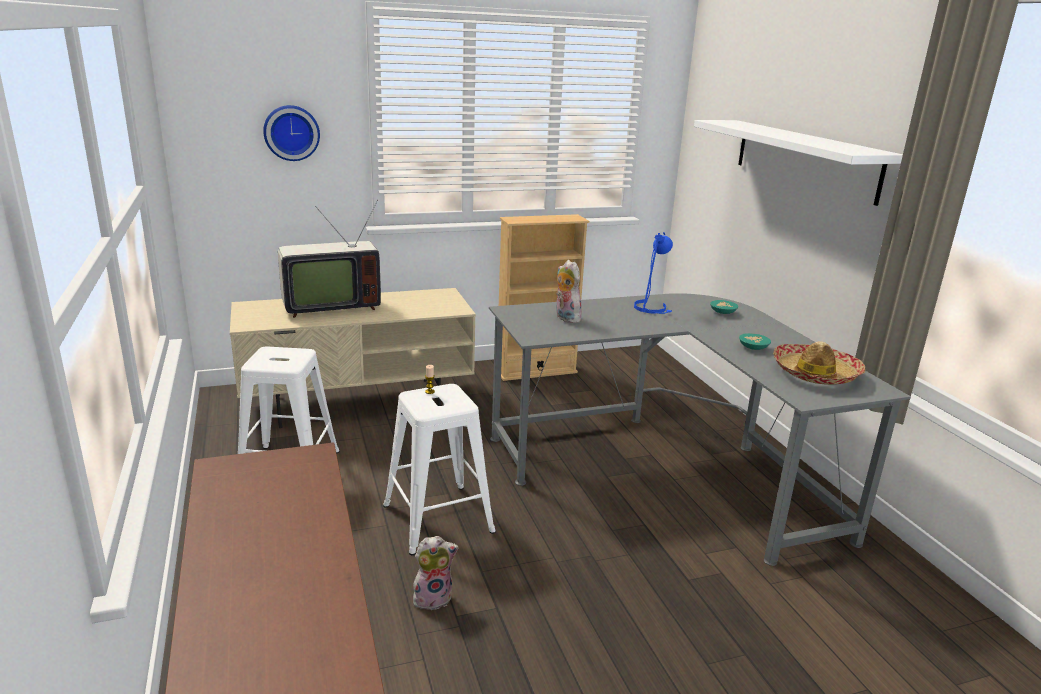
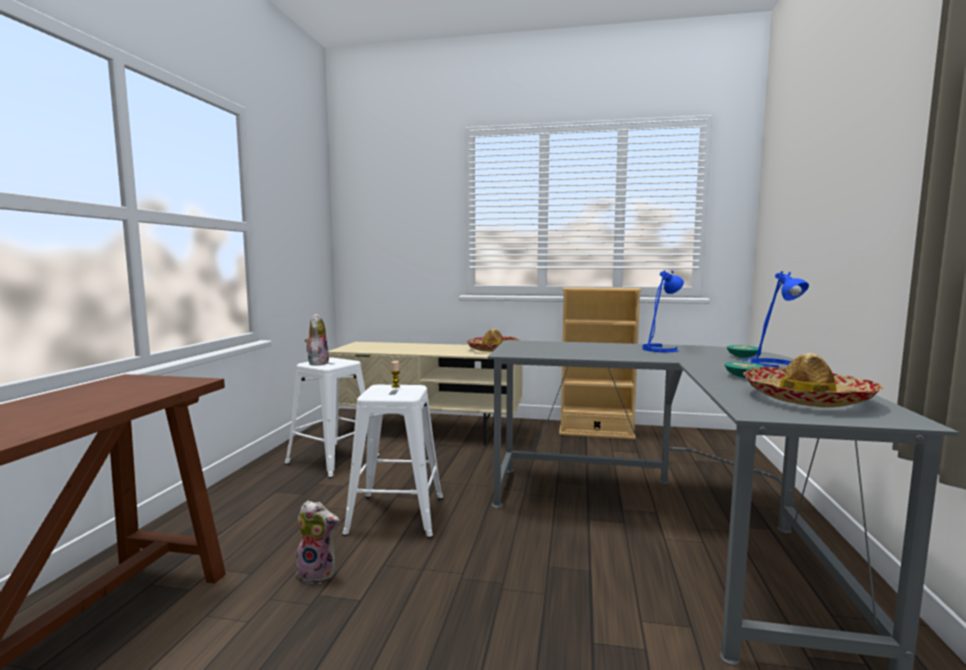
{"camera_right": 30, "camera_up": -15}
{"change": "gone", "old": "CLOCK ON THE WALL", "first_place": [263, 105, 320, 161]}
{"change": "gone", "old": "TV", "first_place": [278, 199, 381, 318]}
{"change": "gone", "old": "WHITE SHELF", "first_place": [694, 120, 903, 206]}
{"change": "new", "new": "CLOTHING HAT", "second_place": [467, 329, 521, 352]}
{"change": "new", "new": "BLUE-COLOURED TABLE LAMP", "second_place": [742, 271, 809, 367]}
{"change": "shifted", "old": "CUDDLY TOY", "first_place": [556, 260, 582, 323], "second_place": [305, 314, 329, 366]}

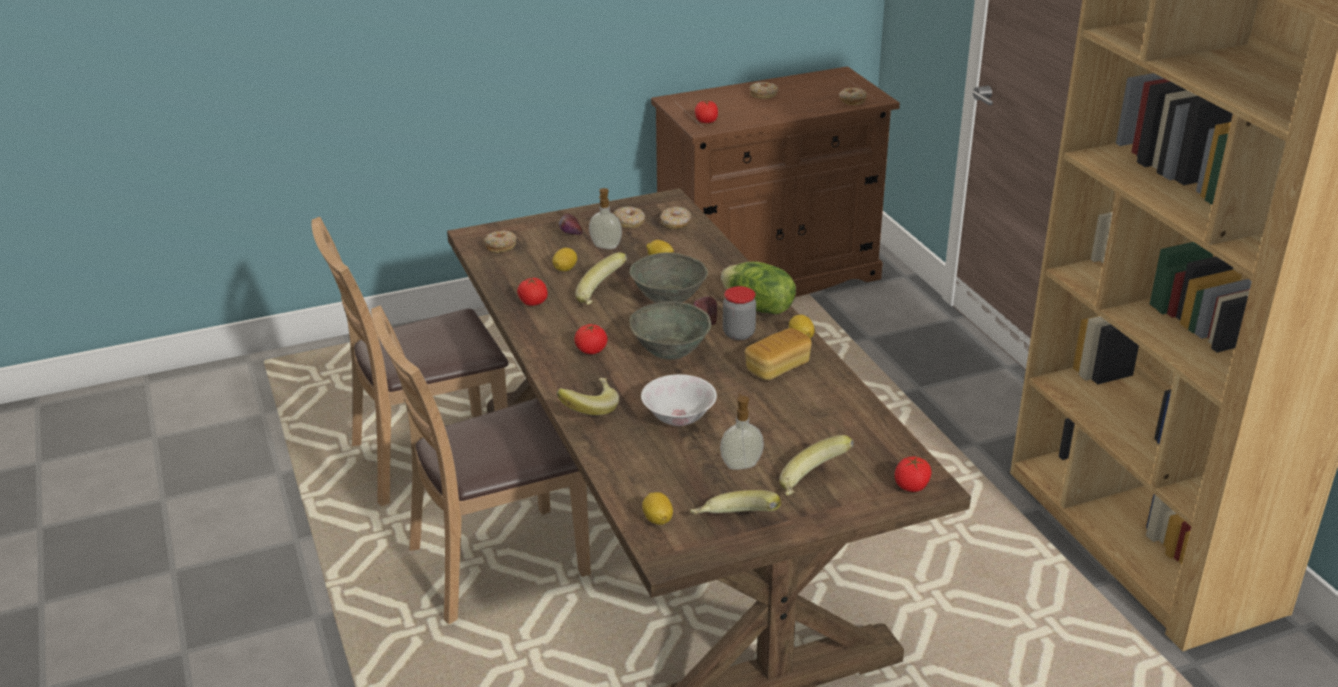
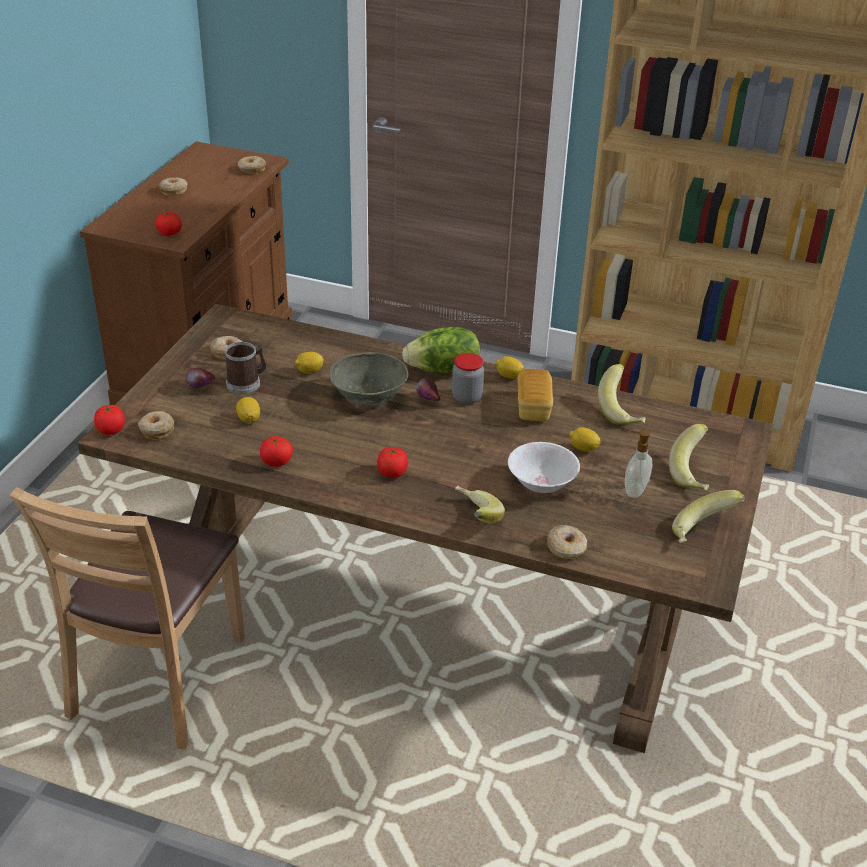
{"camera_right": -50, "camera_up": 5}
{"change": "gone", "old": "BROWN-COLOURED UPRIGHT CHAIR", "first_place": [371, 306, 591, 624]}
{"change": "gone", "old": "GREY BOWL", "first_place": [630, 301, 711, 360]}
{"change": "shifted", "old": "BANANA FRUIT", "first_place": [575, 252, 627, 305], "second_place": [598, 364, 645, 426]}
{"change": "shifted", "old": "WHOLE LEMON", "first_place": [642, 492, 673, 525], "second_place": [569, 427, 600, 452]}
{"change": "shifted", "old": "RING DOUGHNUT", "first_place": [660, 207, 691, 229], "second_place": [547, 525, 587, 559]}
{"change": "shifted", "old": "TOMATO", "first_place": [895, 456, 932, 492], "second_place": [94, 405, 125, 435]}
{"change": "swapped", "old": "LIQUID SOAP BOTTLE", "new": "COFFEE MUG", "first_place": [589, 188, 622, 249], "second_place": [225, 342, 266, 394]}

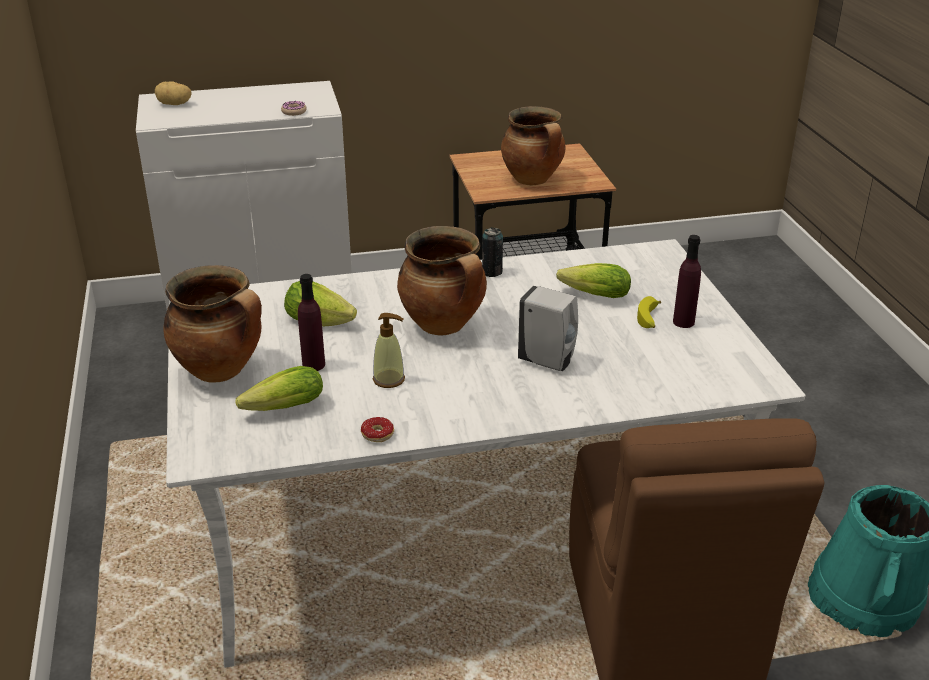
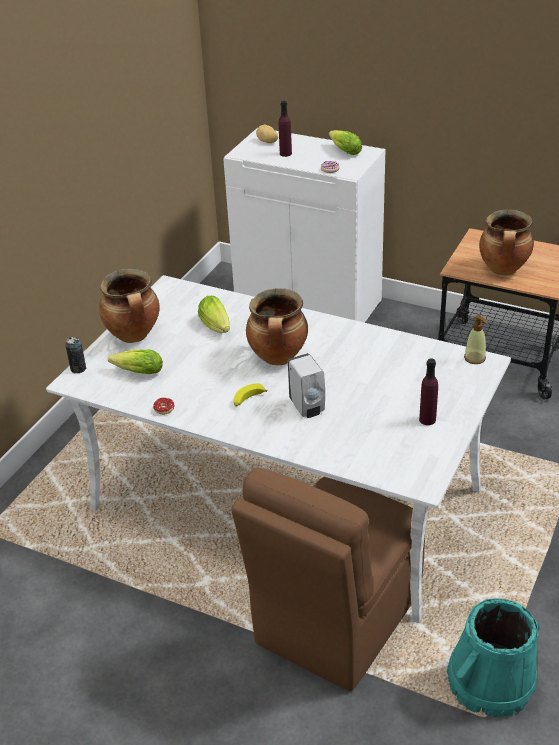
{"camera_right": 40, "camera_up": 5}
{"change": "shifted", "old": "PURPLE-COLOURED BOTTLE", "first_place": [298, 274, 325, 371], "second_place": [279, 101, 292, 157]}
{"change": "shifted", "old": "LIQUID SOAP BOTTLE", "first_place": [373, 313, 405, 388], "second_place": [464, 315, 488, 364]}
{"change": "shifted", "old": "CAN", "first_place": [482, 227, 503, 277], "second_place": [65, 337, 86, 373]}
{"change": "shifted", "old": "LETTUCE HEAD", "first_place": [556, 263, 631, 298], "second_place": [329, 130, 362, 155]}
{"change": "shifted", "old": "BANANA FRUIT", "first_place": [637, 296, 661, 328], "second_place": [234, 383, 267, 407]}

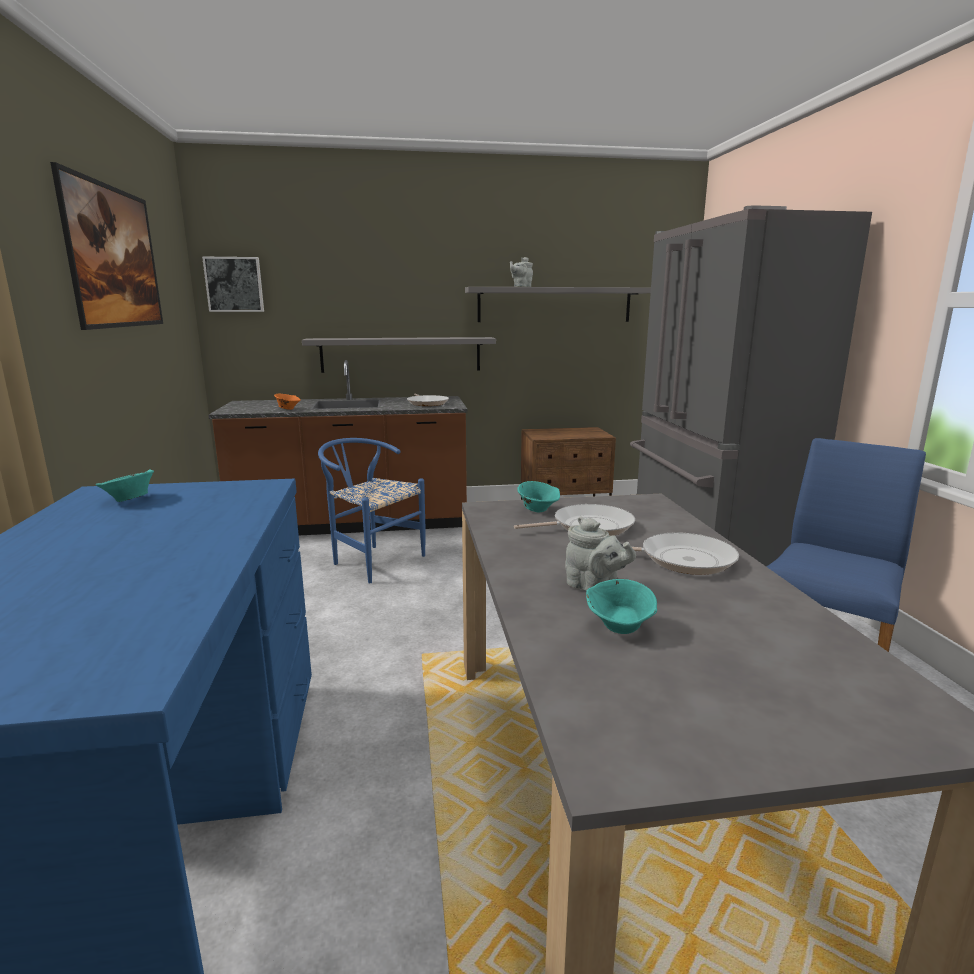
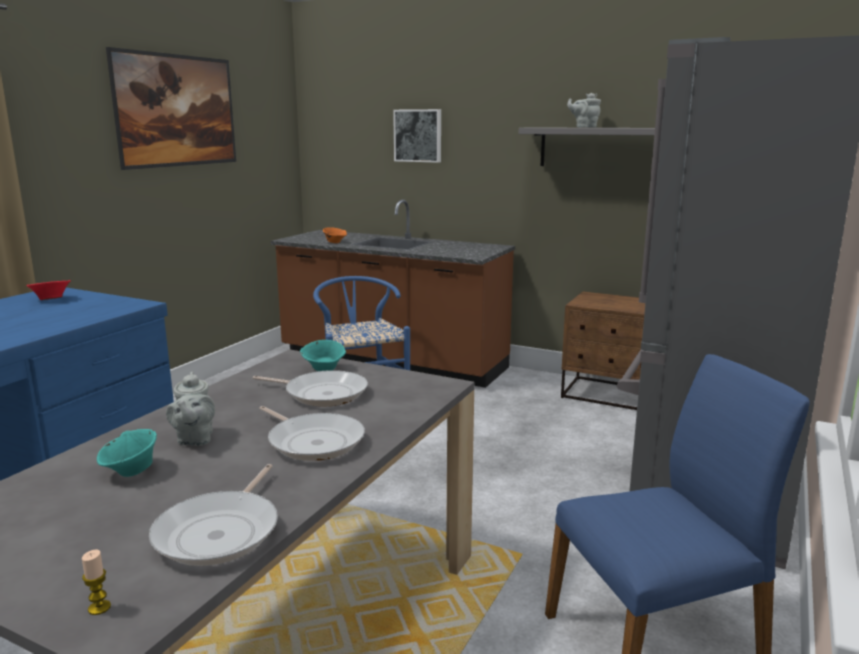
{"camera_right": 35, "camera_up": 0}
{"change": "gone", "old": "GREY SHELF", "first_place": [302, 337, 496, 373]}
{"change": "new", "new": "WAX LIGHT", "second_place": [82, 550, 111, 615]}
{"change": "shifted", "old": "WALL PICTURE", "first_place": [202, 257, 264, 312], "second_place": [393, 109, 441, 163]}
{"change": "shifted", "old": "FRYING PAN", "first_place": [407, 394, 449, 406], "second_place": [149, 464, 278, 566]}
{"change": "repainted", "old": "BLUE-GREEN BOWL", "new": "RED BOWL", "first_place": [96, 469, 154, 502], "second_place": [26, 280, 71, 300]}

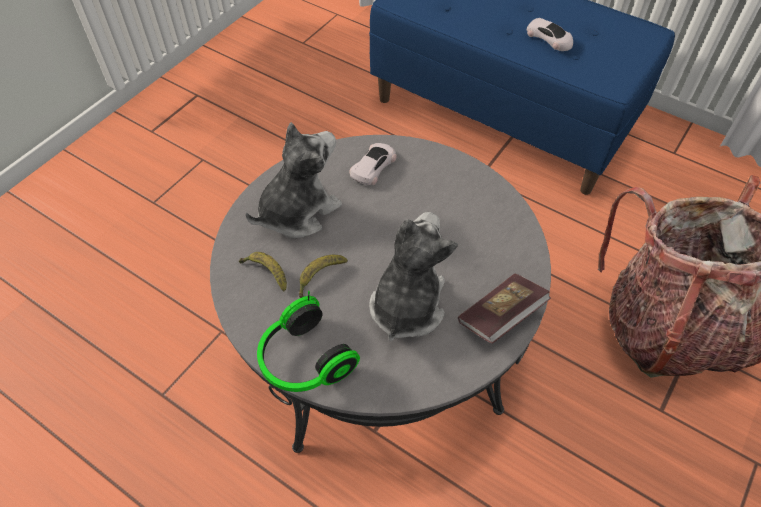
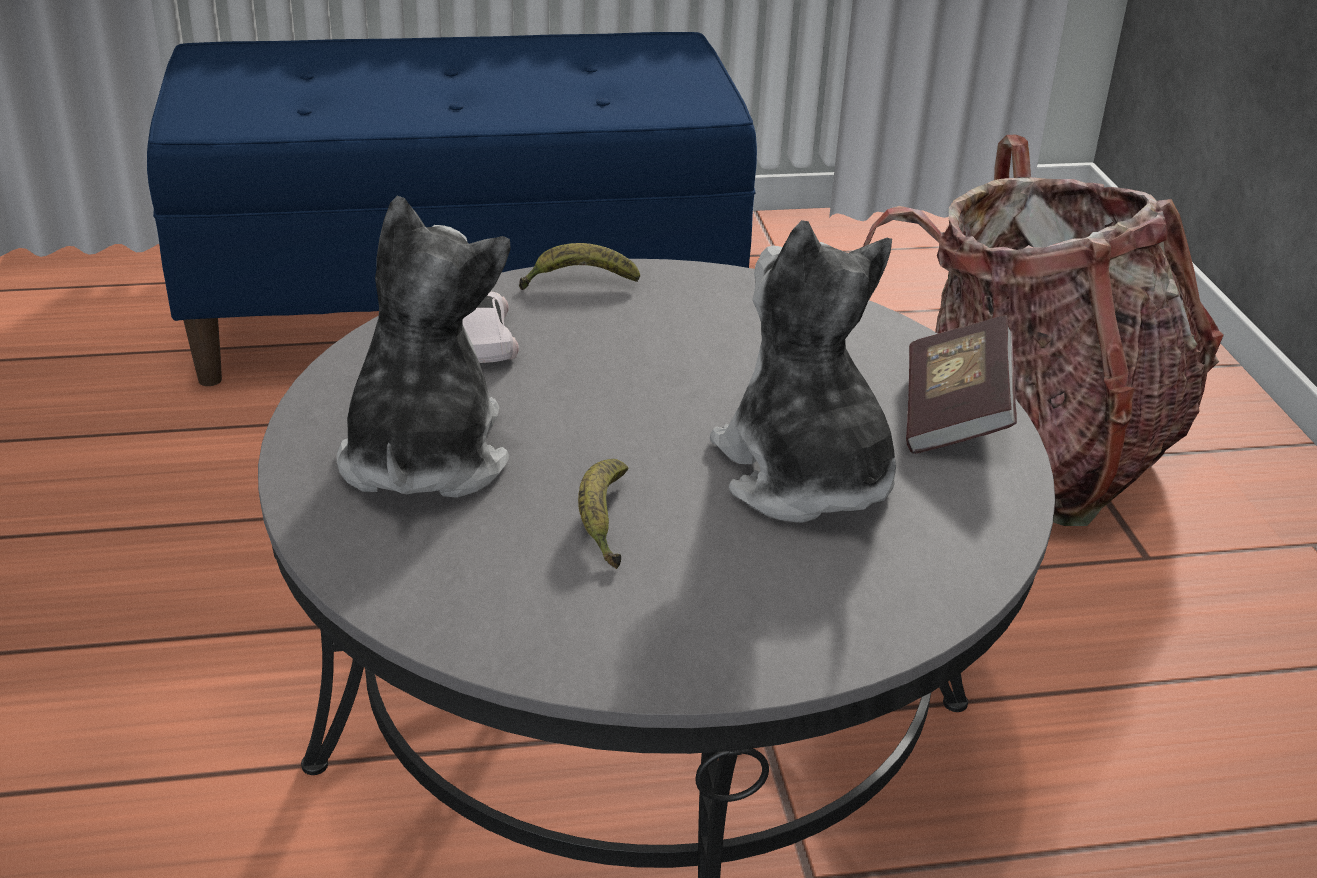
{"camera_right": -45, "camera_up": -20}
{"change": "gone", "old": "HEADSET", "first_place": [257, 291, 360, 392]}
{"change": "gone", "old": "WHITE MODEL CAR", "first_place": [527, 18, 573, 51]}
{"change": "shifted", "old": "BANANA FRUIT", "first_place": [239, 252, 287, 291], "second_place": [519, 243, 640, 290]}

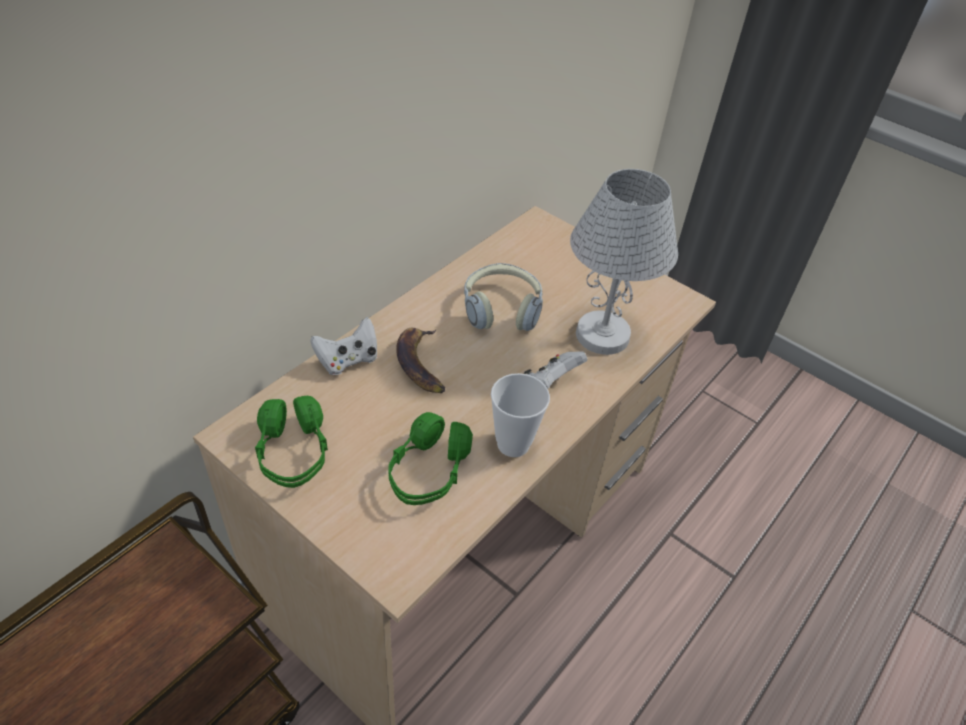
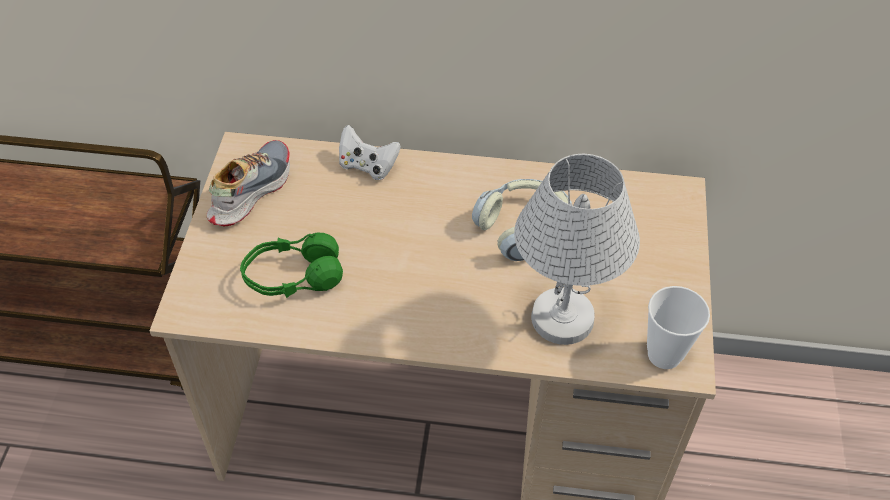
{"camera_right": 60, "camera_up": 5}
{"change": "gone", "old": "BANANA FRUIT", "first_place": [396, 328, 445, 393]}
{"change": "gone", "old": "WHITE GAME CONTROLLER", "first_place": [524, 351, 587, 389]}
{"change": "shifted", "old": "DRINKING CUP", "first_place": [491, 373, 550, 457], "second_place": [647, 286, 710, 369]}
{"change": "swapped", "old": "GREENISH HEADSET", "new": "ITEM OF FOOTWEAR", "first_place": [255, 396, 328, 488], "second_place": [207, 140, 290, 226]}

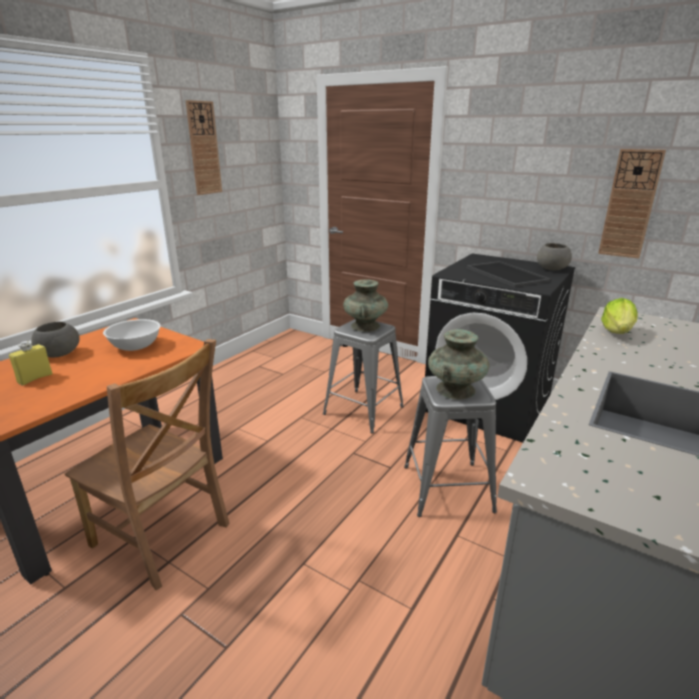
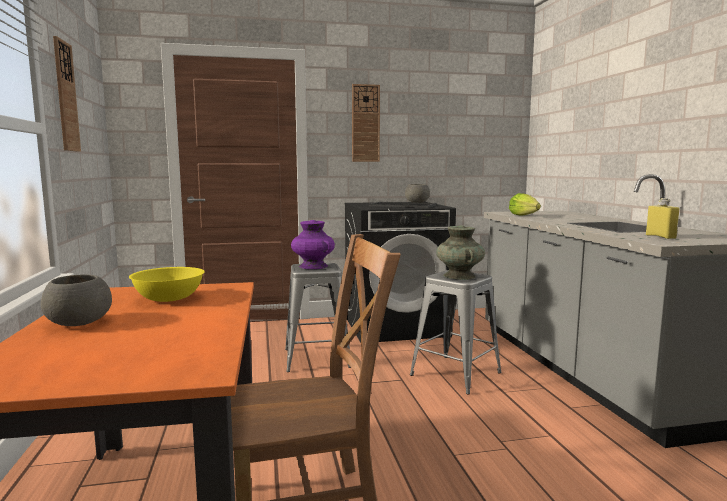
{"camera_right": -45, "camera_up": -15}
{"change": "shifted", "old": "YELLOW BOTTLE", "first_place": [9, 341, 53, 386], "second_place": [646, 198, 679, 239]}
{"change": "shifted", "old": "CLOCK ON THE WALL", "first_place": [598, 149, 666, 259], "second_place": [352, 84, 380, 162]}
{"change": "repainted", "old": "WHITE BOWL", "new": "YELLOW BOWL", "first_place": [103, 319, 161, 351], "second_place": [129, 267, 205, 302]}
{"change": "repainted", "old": "BLUE-GREEN DECORATIVE VASE", "new": "PURPLE-COLOURED DECORATIVE VASE", "first_place": [343, 280, 388, 332], "second_place": [291, 220, 335, 269]}

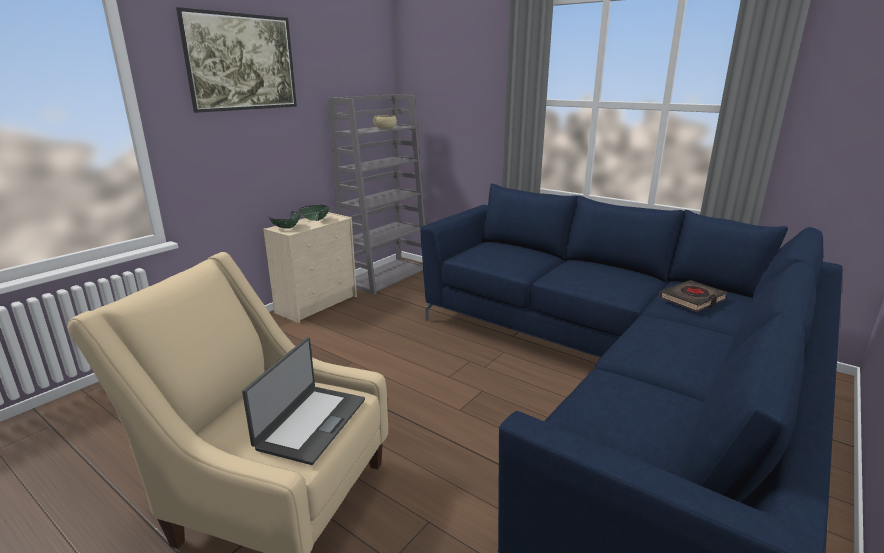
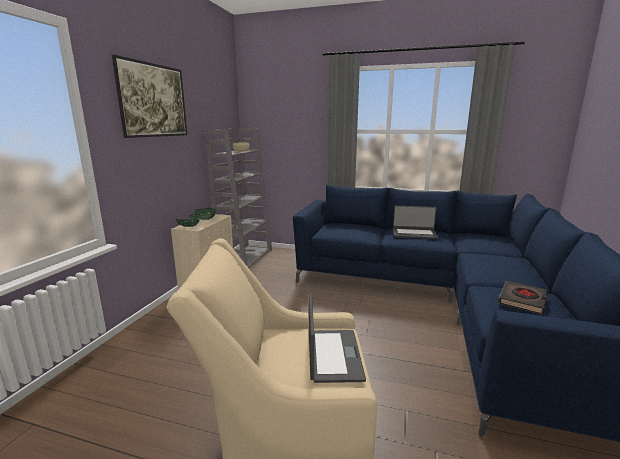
{"camera_right": -20, "camera_up": -5}
{"change": "new", "new": "NOTEBOOK COMPUTER", "second_place": [393, 206, 439, 239]}
{"change": "shifted", "old": "BLACK-COLOURED BOUND BOOK", "first_place": [659, 280, 728, 312], "second_place": [498, 281, 547, 315]}

